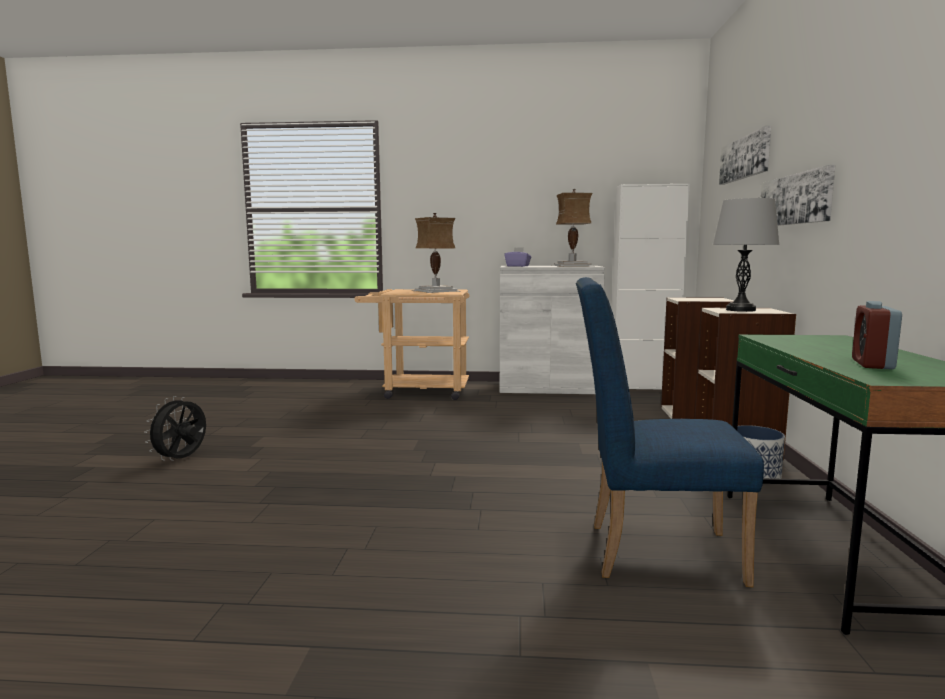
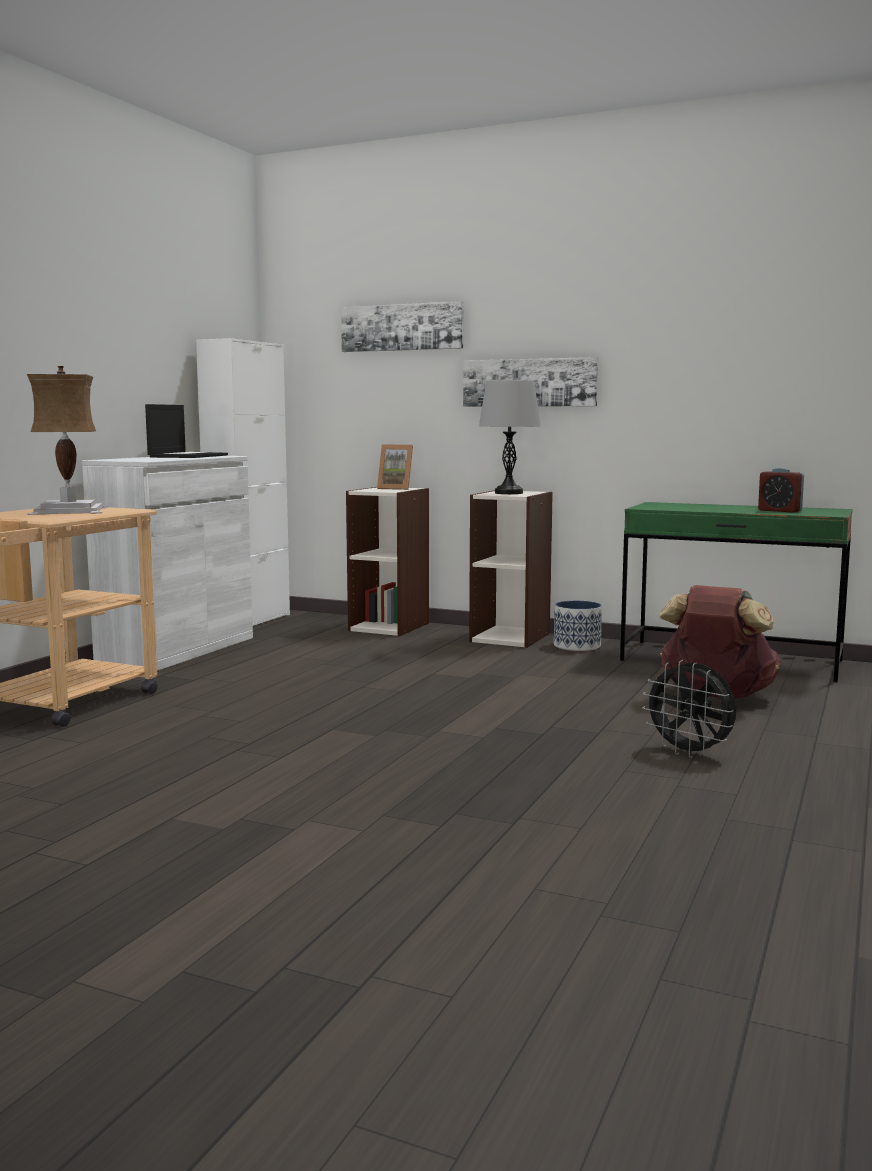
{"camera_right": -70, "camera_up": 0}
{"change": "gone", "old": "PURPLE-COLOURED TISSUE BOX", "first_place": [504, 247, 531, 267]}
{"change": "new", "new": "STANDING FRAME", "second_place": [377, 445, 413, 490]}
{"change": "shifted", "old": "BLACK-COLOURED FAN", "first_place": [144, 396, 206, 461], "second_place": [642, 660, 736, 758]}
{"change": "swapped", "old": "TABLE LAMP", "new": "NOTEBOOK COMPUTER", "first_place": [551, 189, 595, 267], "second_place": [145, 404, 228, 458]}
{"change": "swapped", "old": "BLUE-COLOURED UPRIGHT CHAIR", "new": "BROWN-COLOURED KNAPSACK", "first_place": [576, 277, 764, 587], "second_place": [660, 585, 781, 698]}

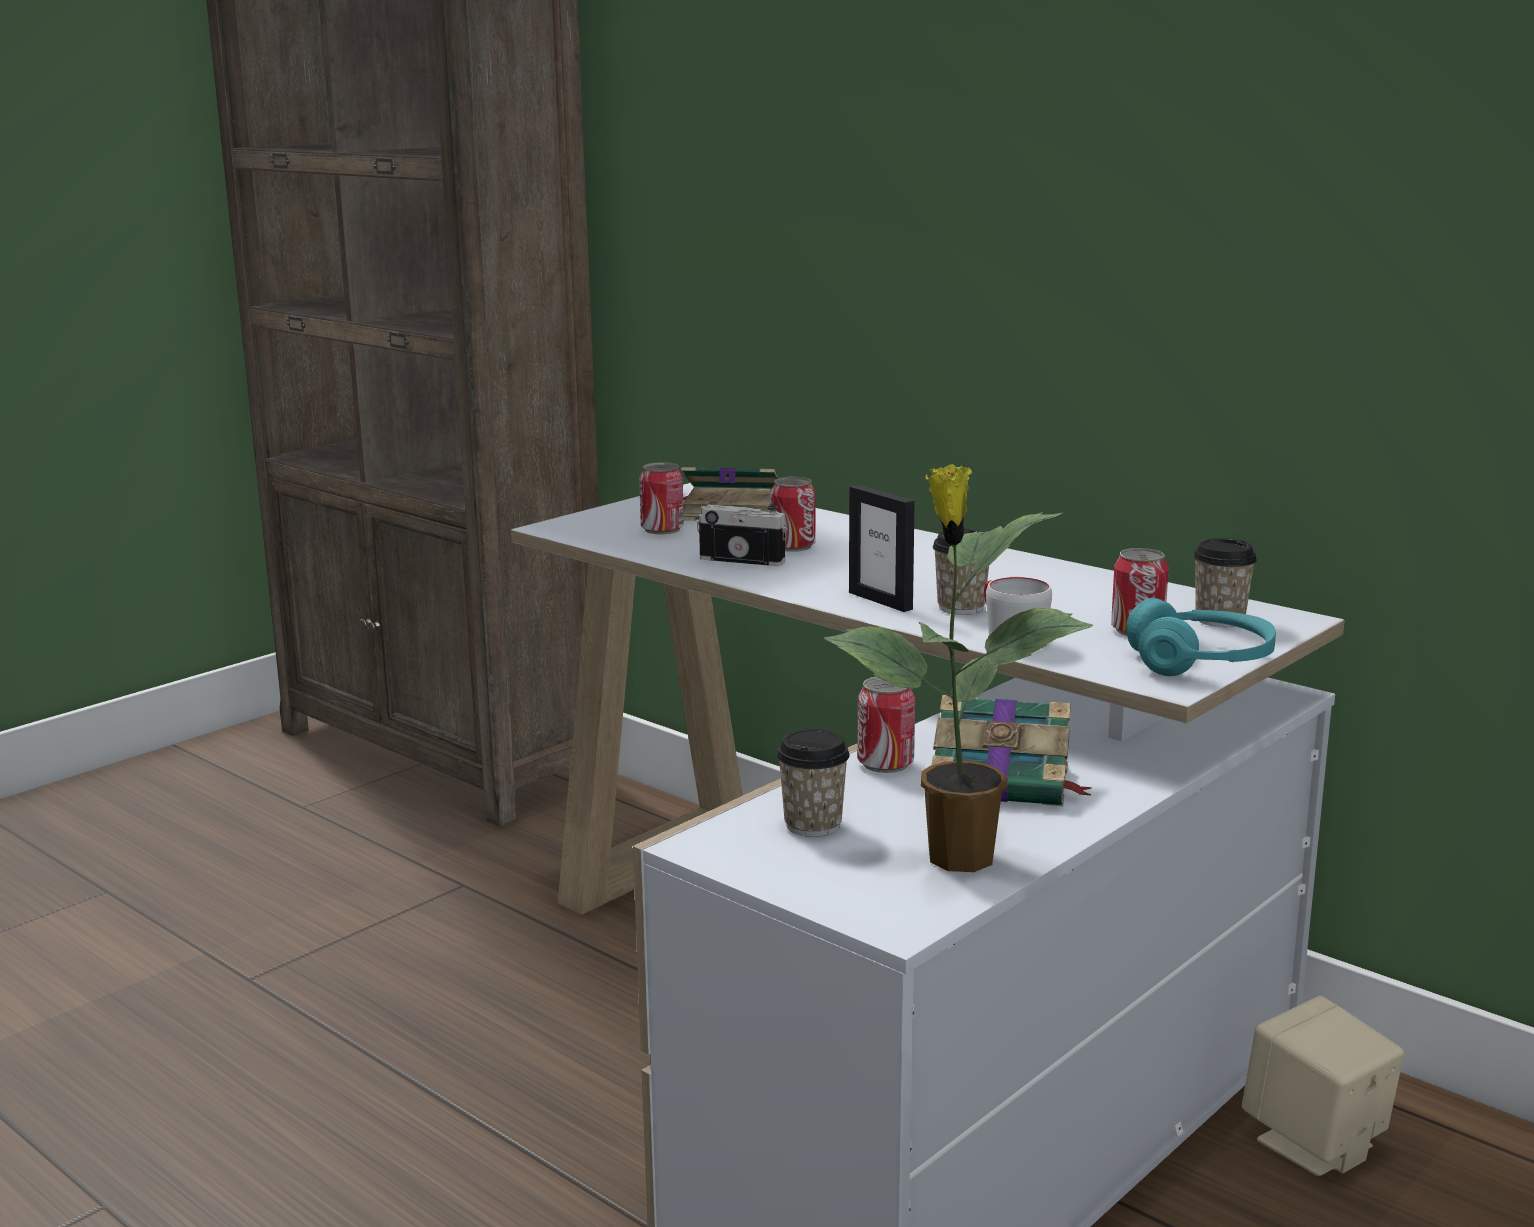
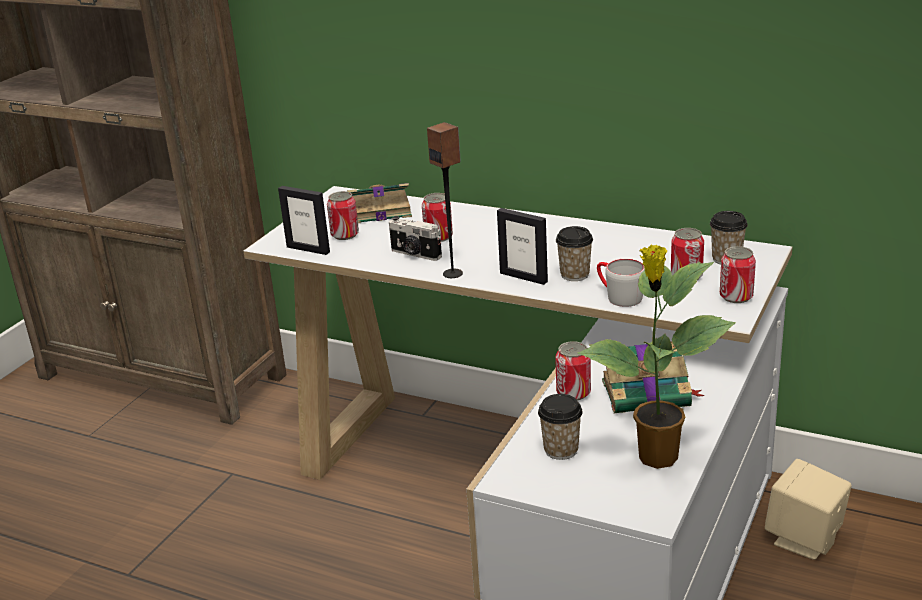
{"camera_right": -15, "camera_up": 10}
{"change": "new", "new": "STANDING FRAME", "second_place": [278, 186, 330, 255]}
{"change": "new", "new": "LOUDSPEAKER", "second_place": [427, 122, 463, 278]}
{"change": "swapped", "old": "BLUE-GREEN HEADSET", "new": "CAN", "first_place": [1126, 598, 1276, 676], "second_place": [720, 246, 756, 303]}
{"change": "rotated", "old": "PHOTO CAMERA", "first_place": [697, 504, 787, 566], "second_place": [389, 216, 442, 261], "degrees": -150}

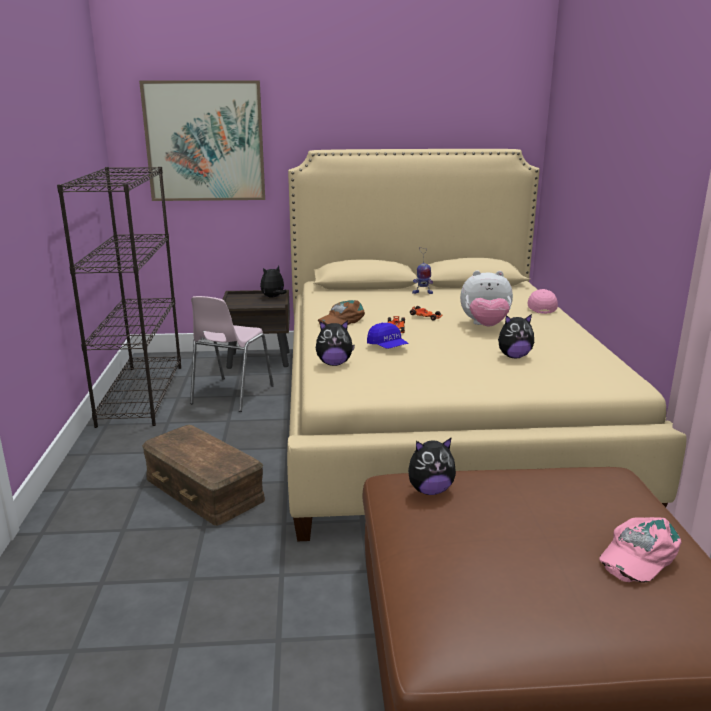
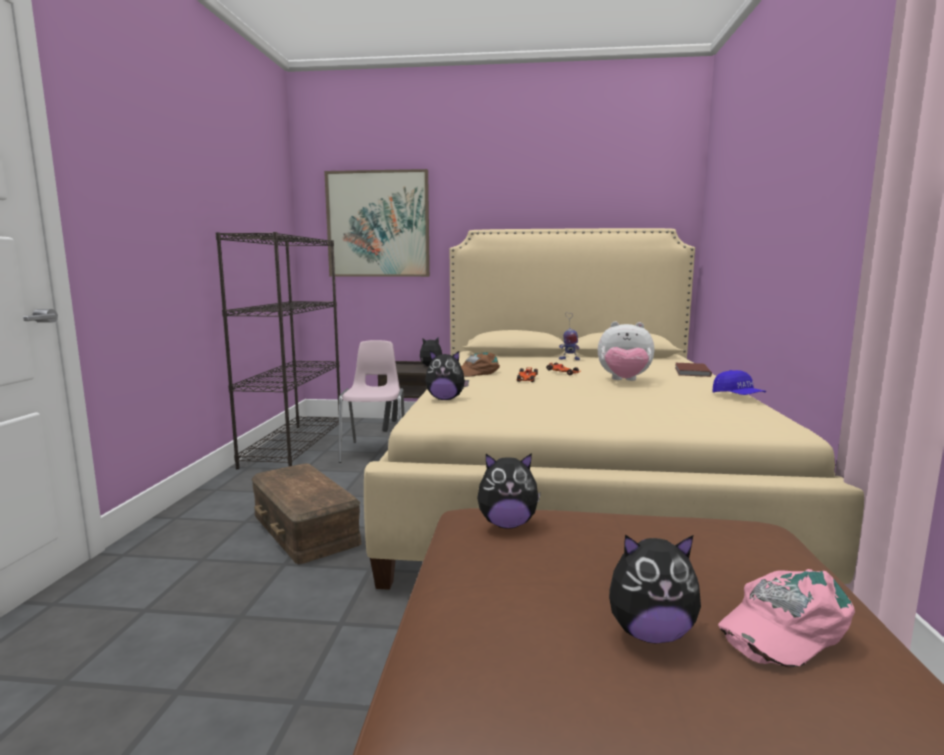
{"camera_right": 10, "camera_up": -10}
{"change": "shifted", "old": "BLUE-COLOURED BASEBALL CAP", "first_place": [367, 323, 409, 349], "second_place": [712, 370, 766, 395]}
{"change": "shifted", "old": "CUDDLY TOY", "first_place": [498, 314, 534, 358], "second_place": [609, 534, 701, 644]}
{"change": "swapped", "old": "PINKISH BASEBALL CAP", "new": "BROWN-COLOURED BOUND BOOK", "first_place": [527, 289, 558, 314], "second_place": [675, 363, 712, 377]}
{"change": "rotated", "old": "PINKISH UPRIGHT CHAIR", "first_place": [190, 296, 274, 412], "second_place": [338, 340, 404, 463], "degrees": 150}

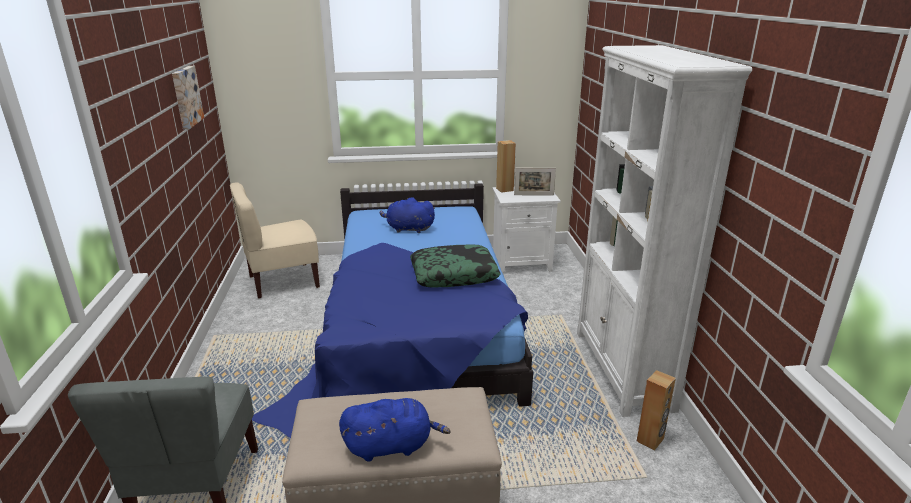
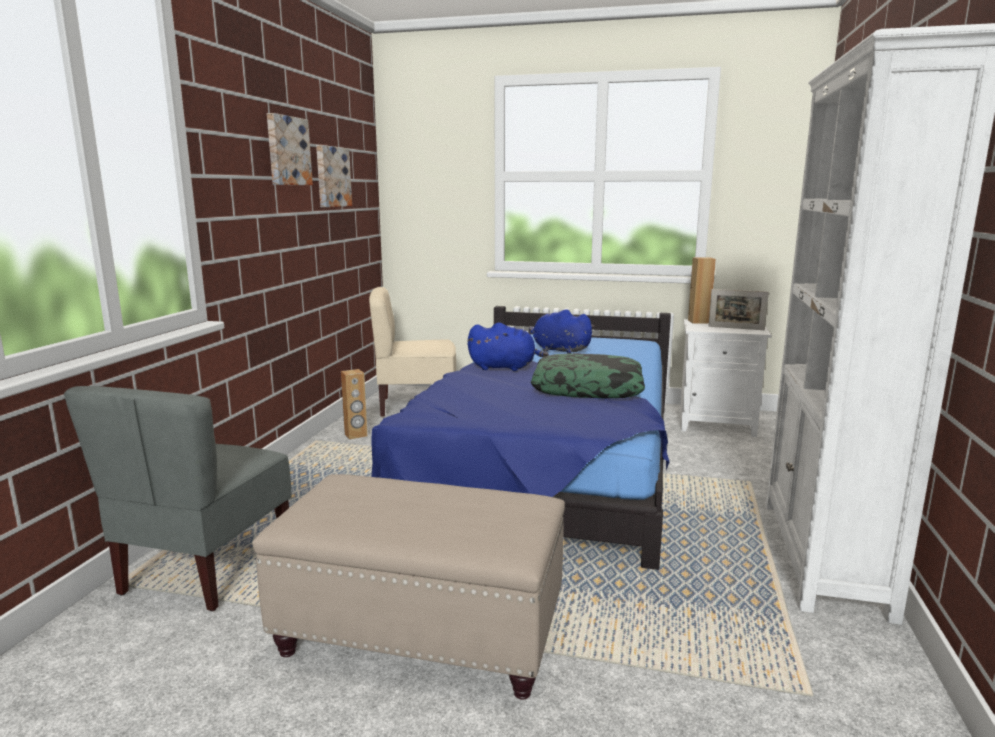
{"camera_right": 20, "camera_up": -10}
{"change": "new", "new": "WALL PICTURE", "second_place": [267, 113, 313, 185]}
{"change": "shifted", "old": "BLUE-COLOURED CUDDLY TOY", "first_place": [339, 398, 451, 462], "second_place": [467, 322, 549, 371]}
{"change": "shifted", "old": "BROWN-COLOURED LOUDSPEAKER", "first_place": [637, 370, 676, 450], "second_place": [341, 369, 367, 440]}

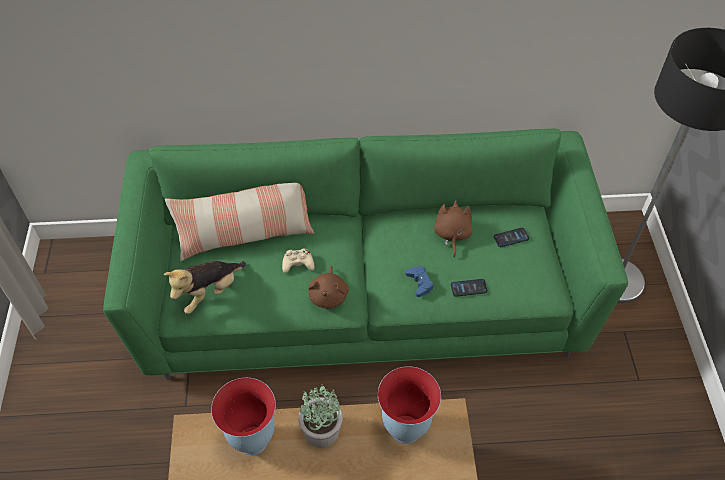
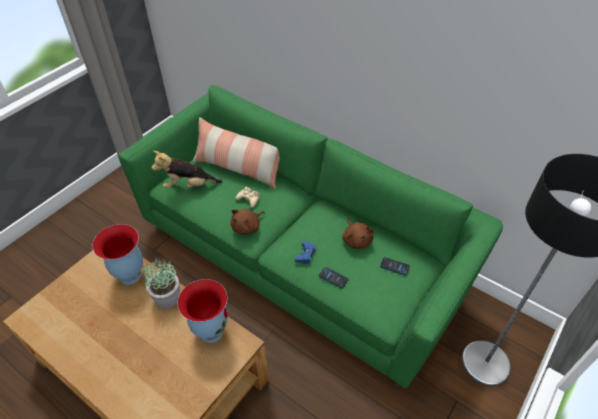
{"camera_right": 40, "camera_up": -5}
{"change": "rotated", "old": "BROWN-COLOURED CUDDLY TOY", "first_place": [434, 200, 473, 257], "second_place": [342, 220, 373, 249], "degrees": 120}

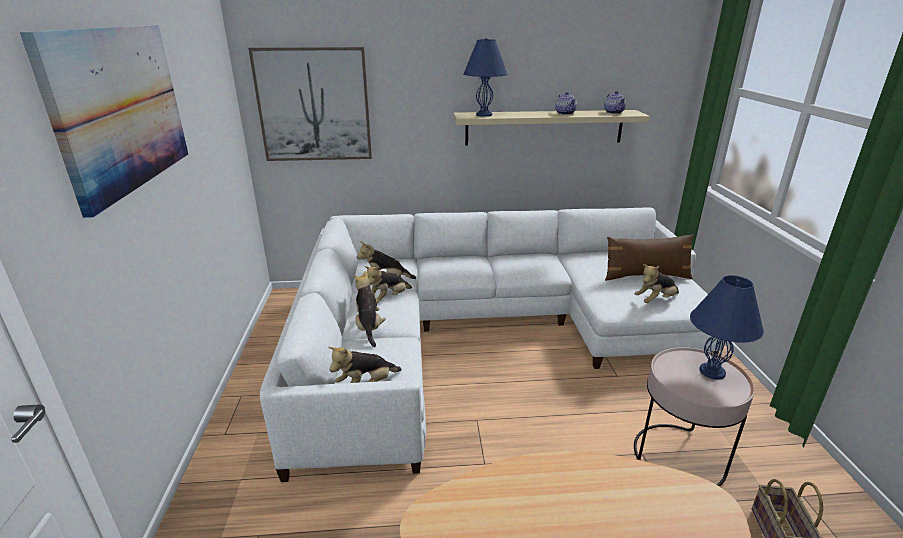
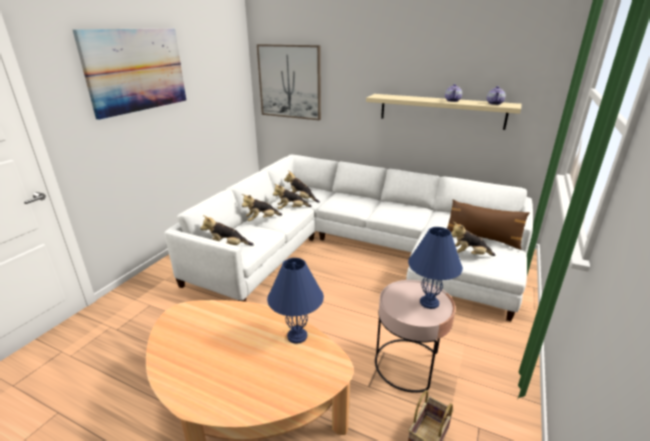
{"camera_right": 30, "camera_up": 0}
{"change": "shifted", "old": "BLUE-COLOURED TABLE LAMP", "first_place": [463, 38, 507, 117], "second_place": [267, 258, 324, 344]}
{"change": "rotated", "old": "CUDDLY TOY", "first_place": [354, 271, 386, 347], "second_place": [242, 194, 282, 221], "degrees": -135}

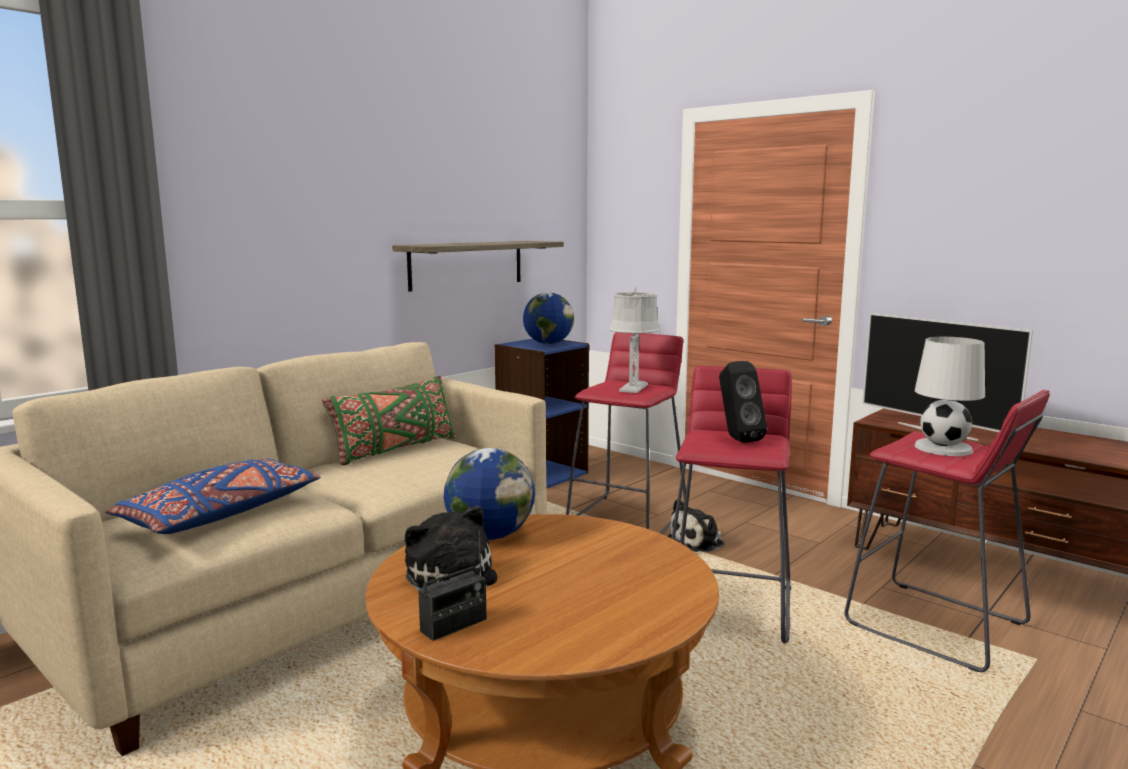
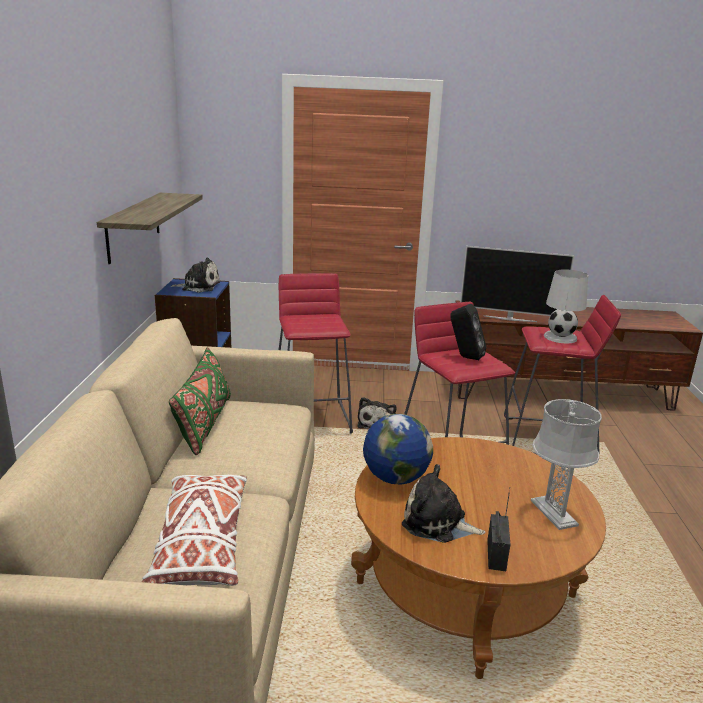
{"camera_right": -40, "camera_up": 10}
{"change": "shifted", "old": "GREY TABLE LAMP", "first_place": [609, 287, 661, 393], "second_place": [531, 399, 602, 530]}
{"change": "swapped", "old": "DESK GLOBE", "new": "CUDDLY TOY", "first_place": [523, 293, 574, 344], "second_place": [171, 258, 220, 293]}
{"change": "repainted", "old": "BLUE-COLOURED THROW PILLOW", "new": "WHITE THROW PILLOW", "first_place": [105, 459, 320, 534], "second_place": [142, 475, 247, 586]}

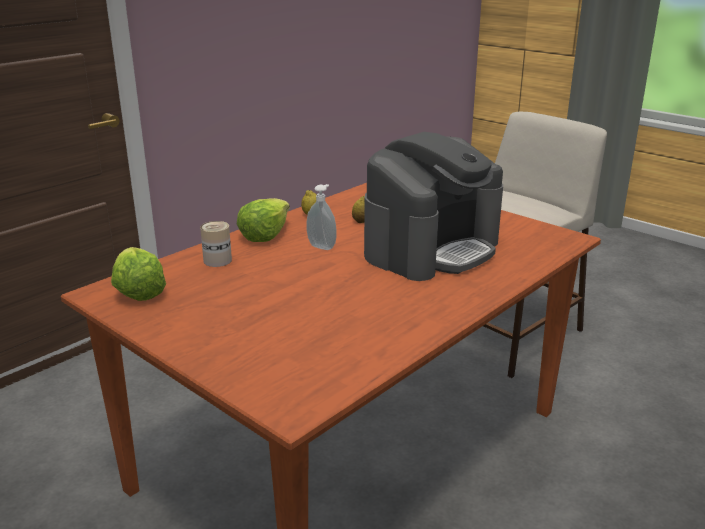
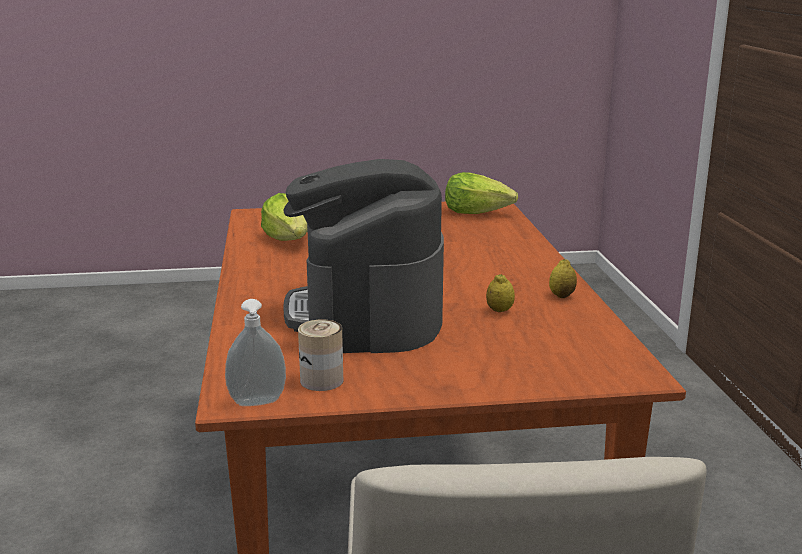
{"camera_right": 130, "camera_up": -5}
{"change": "shifted", "old": "CAN", "first_place": [200, 221, 232, 267], "second_place": [298, 319, 343, 391]}
{"change": "shifted", "old": "LETTUCE HEAD", "first_place": [237, 198, 290, 242], "second_place": [261, 193, 308, 241]}
{"change": "shifted", "old": "LIQUID SOAP BOTTLE", "first_place": [306, 184, 337, 250], "second_place": [225, 299, 286, 406]}

